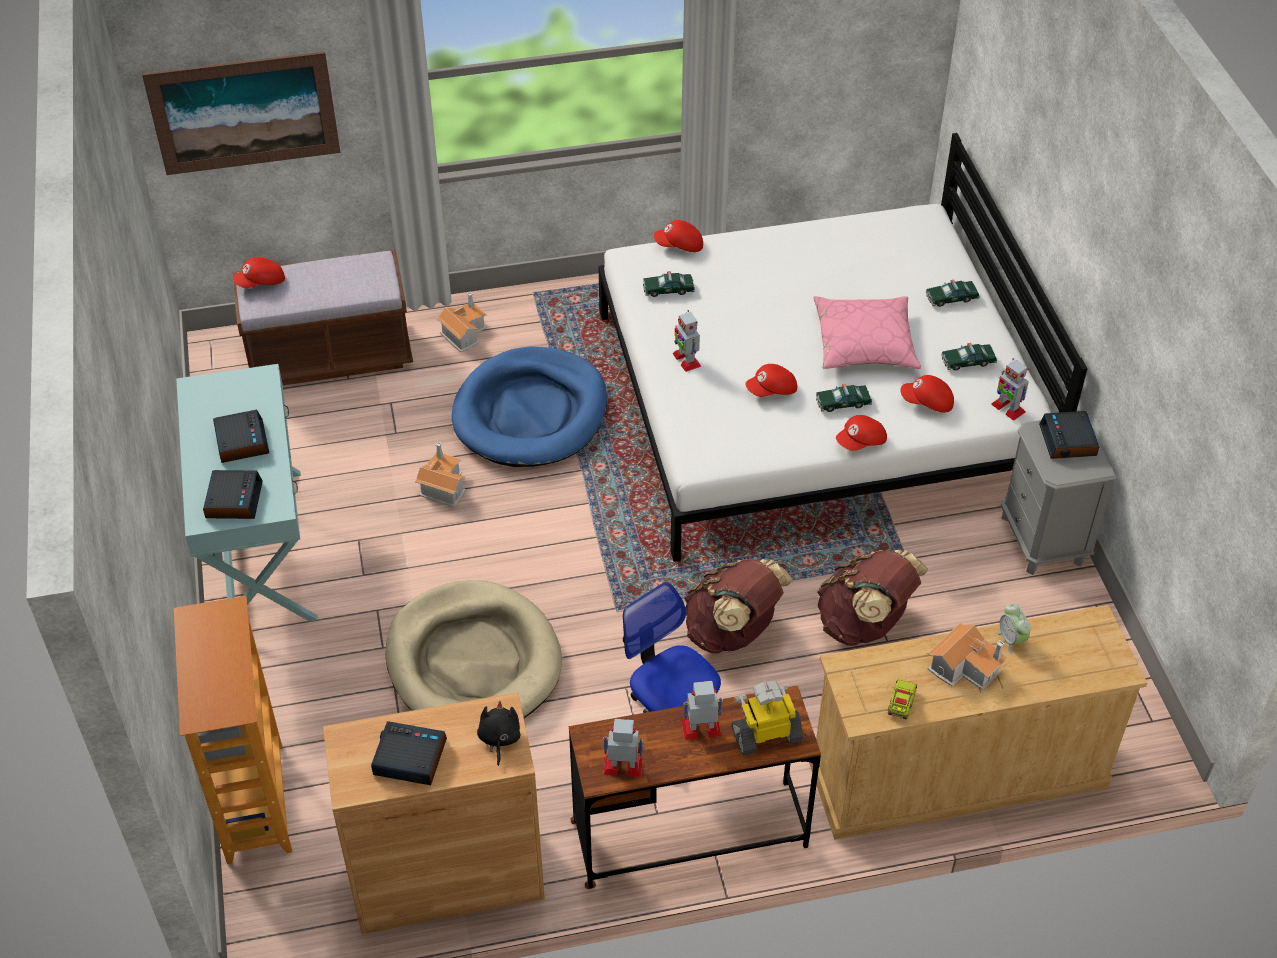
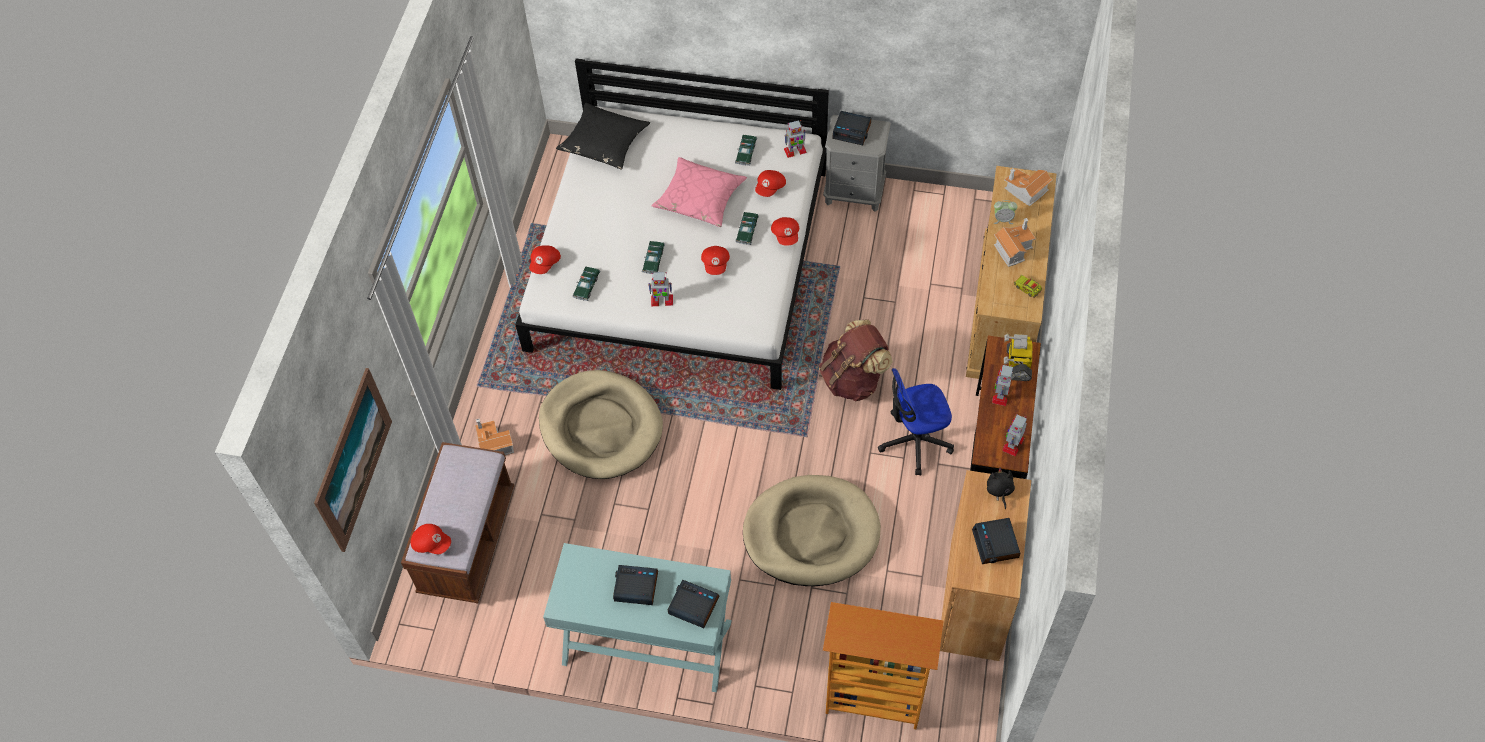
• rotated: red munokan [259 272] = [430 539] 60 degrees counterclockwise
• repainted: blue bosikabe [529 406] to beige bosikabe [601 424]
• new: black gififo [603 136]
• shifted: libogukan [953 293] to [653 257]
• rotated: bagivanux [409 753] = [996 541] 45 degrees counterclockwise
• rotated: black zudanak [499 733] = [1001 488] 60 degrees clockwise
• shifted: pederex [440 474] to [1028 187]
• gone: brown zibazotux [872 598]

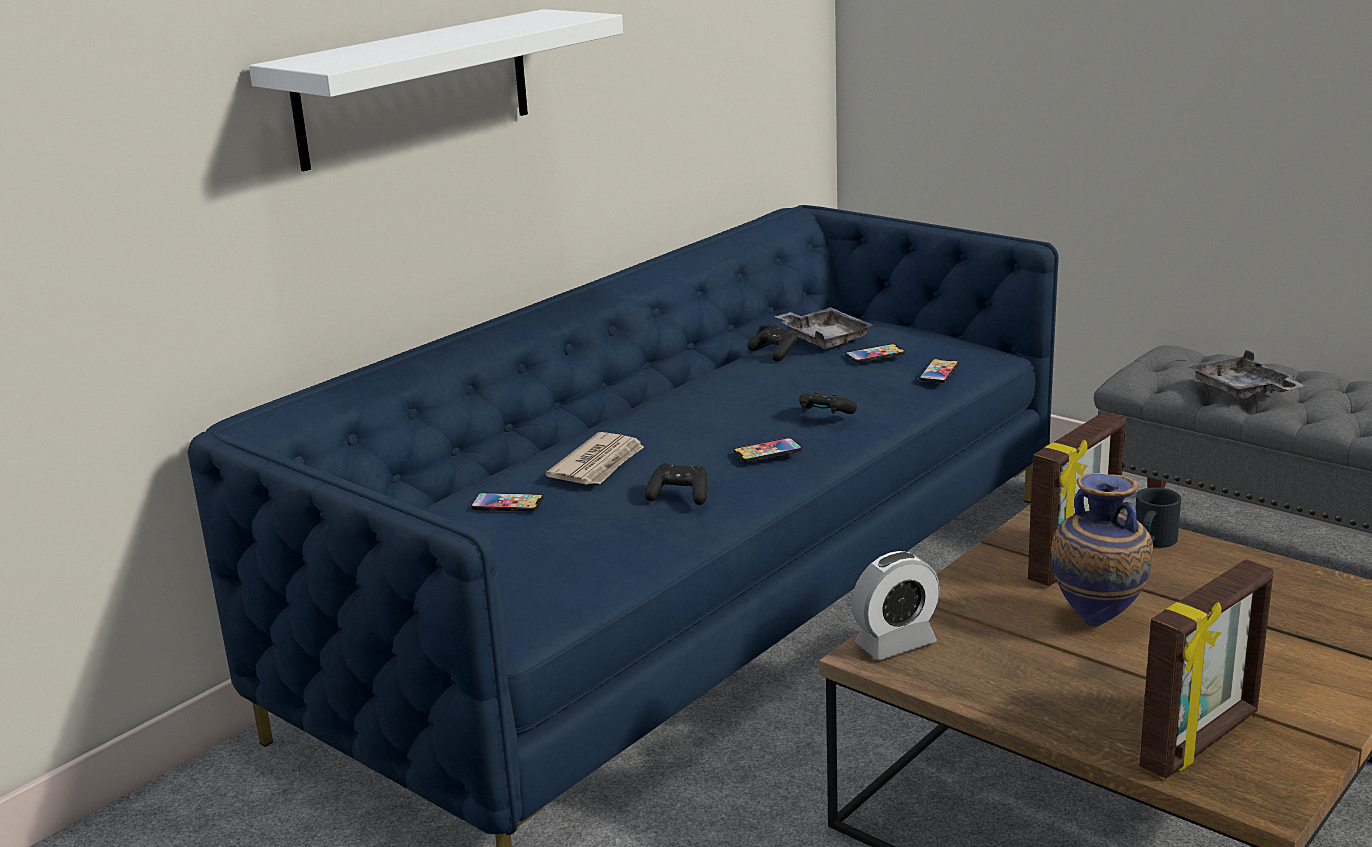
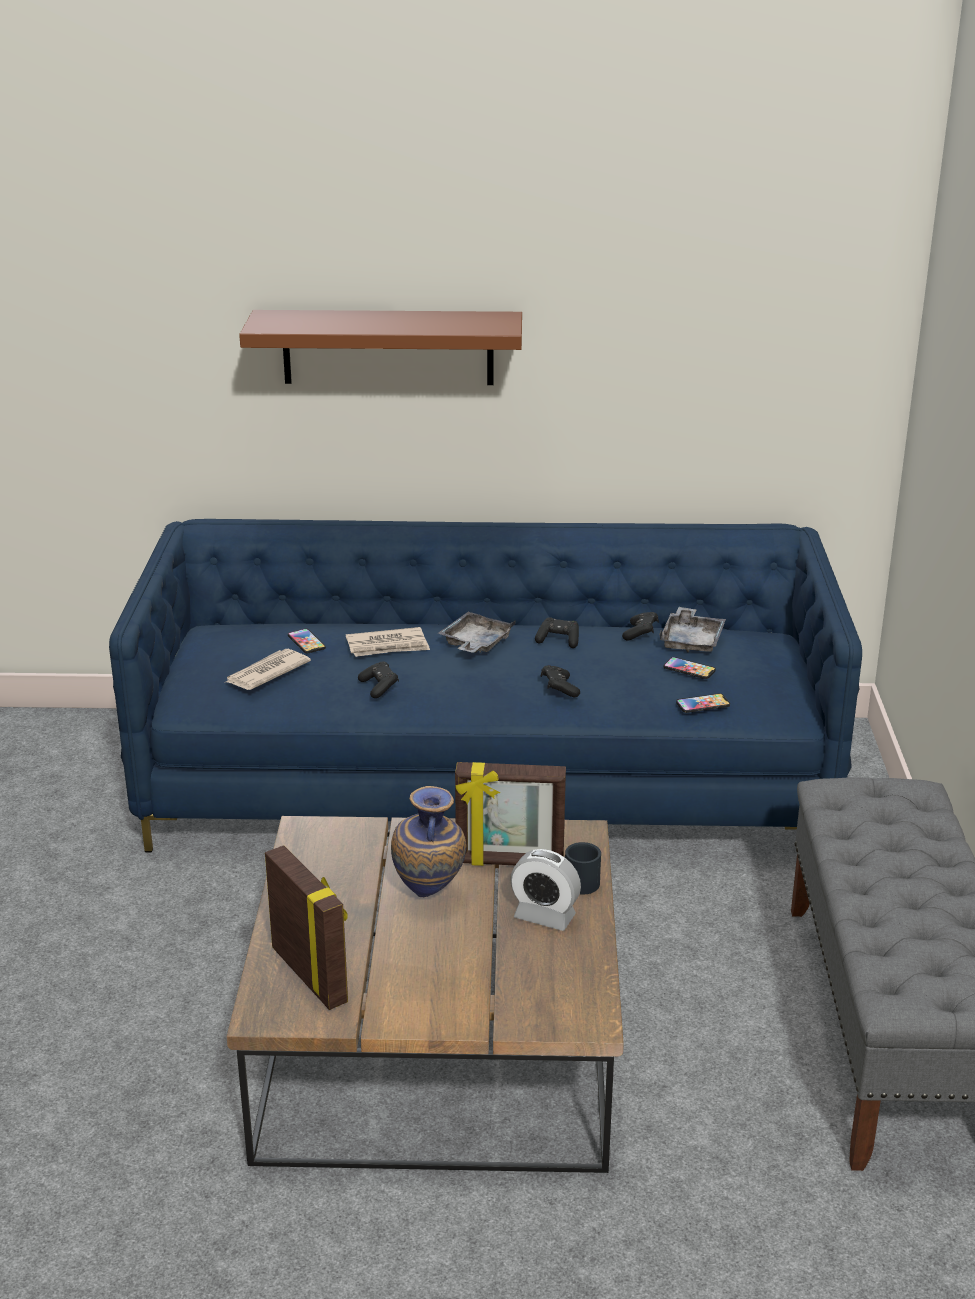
• new: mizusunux [267 669]
• repainted: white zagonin [436 90] to brown zagonin [380 347]
• rotated: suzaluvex [1206 669] = [306 927] 135 degrees counterclockwise
• shifted: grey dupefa [1247 374] to [477 632]
• shifted: bagivanux [896 605] to [545 890]
• new: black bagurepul [557 632]
• gone: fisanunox [768 450]

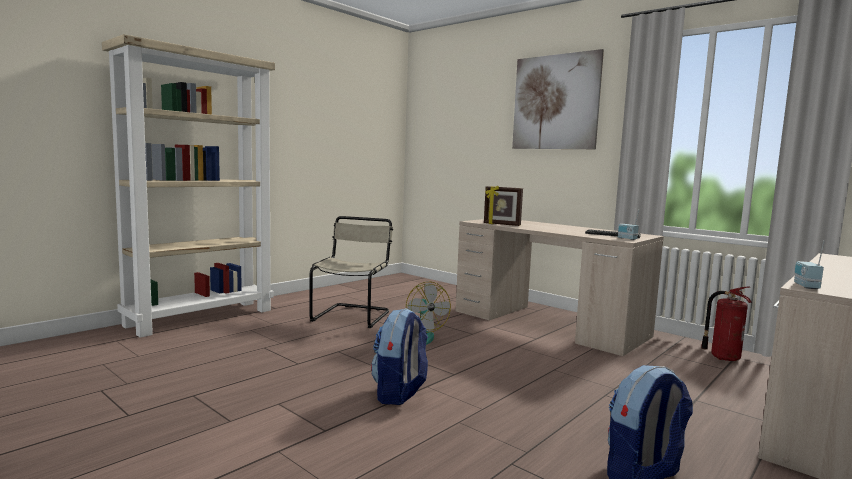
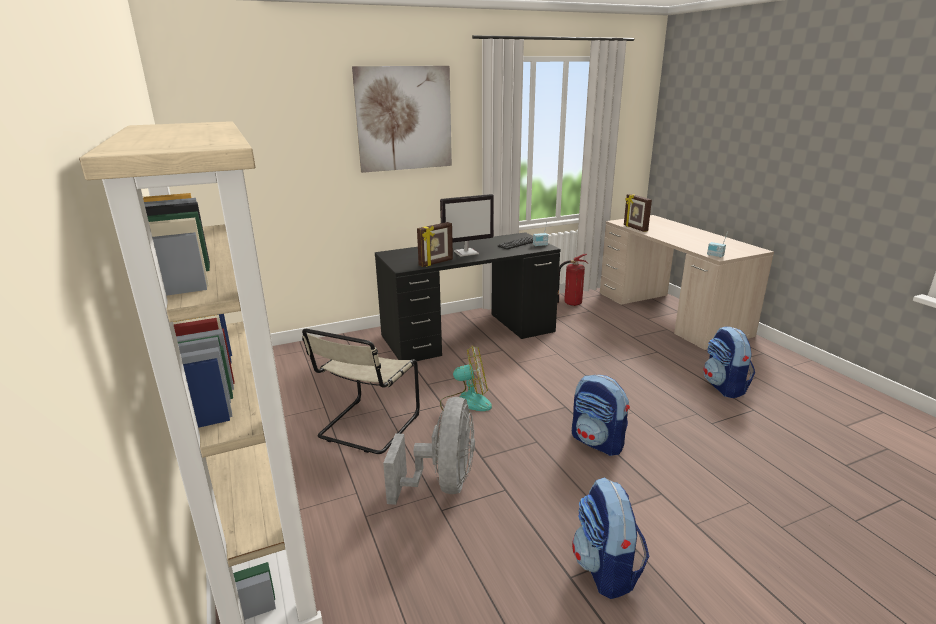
• rotated: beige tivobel [351 272] = [361 391] 105 degrees counterclockwise
• repainted: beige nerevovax [560 287] to black nerevovax [467 296]
• new: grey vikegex [429 451]
• new: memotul [467 225]
• new: zibazotux [610 538]
• new: suzaluvex [638 213]

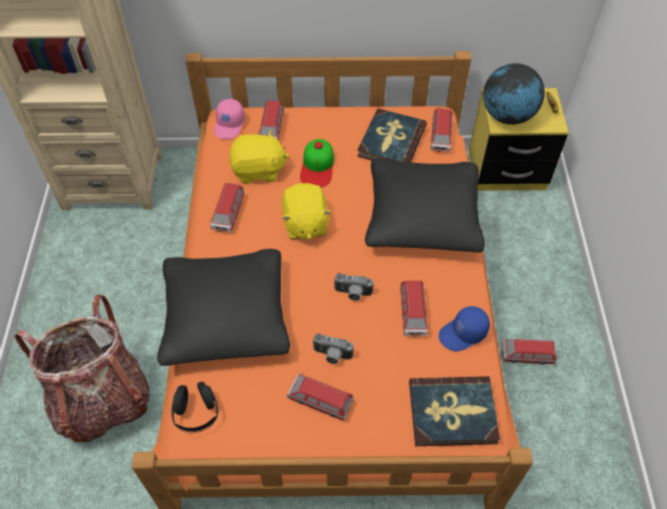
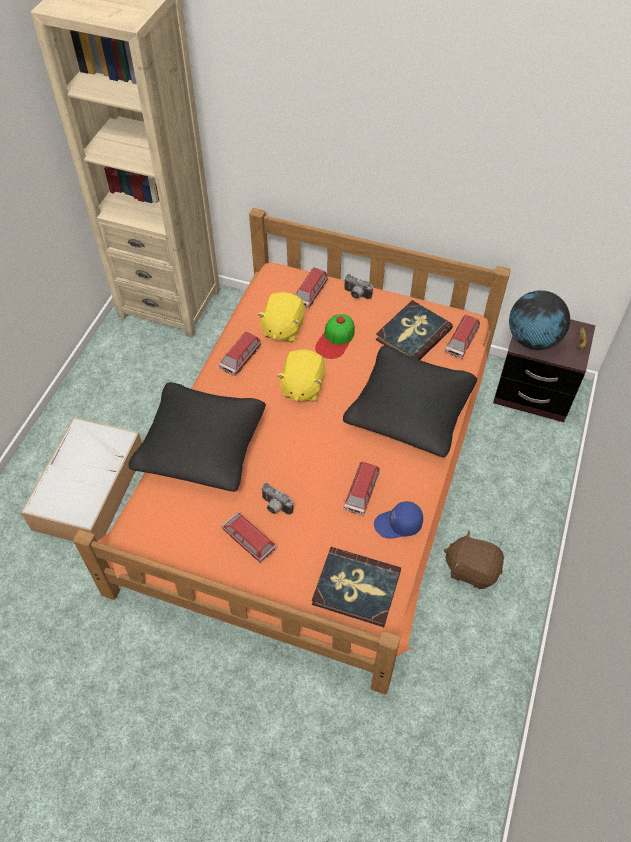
• swapped: zibazotux [82 368] to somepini [81 479]
• rotated: yellow zudanak [259 157] = [281 317] 90 degrees clockwise
• shifted: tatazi [354 287] to [358 286]
• swapped: libogukan [528 351] to brown zudanak [474 559]
• repainted: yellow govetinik [519 139] to brown govetinik [544 370]
• gone: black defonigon [194 407]
• gone: pink munokan [229 119]

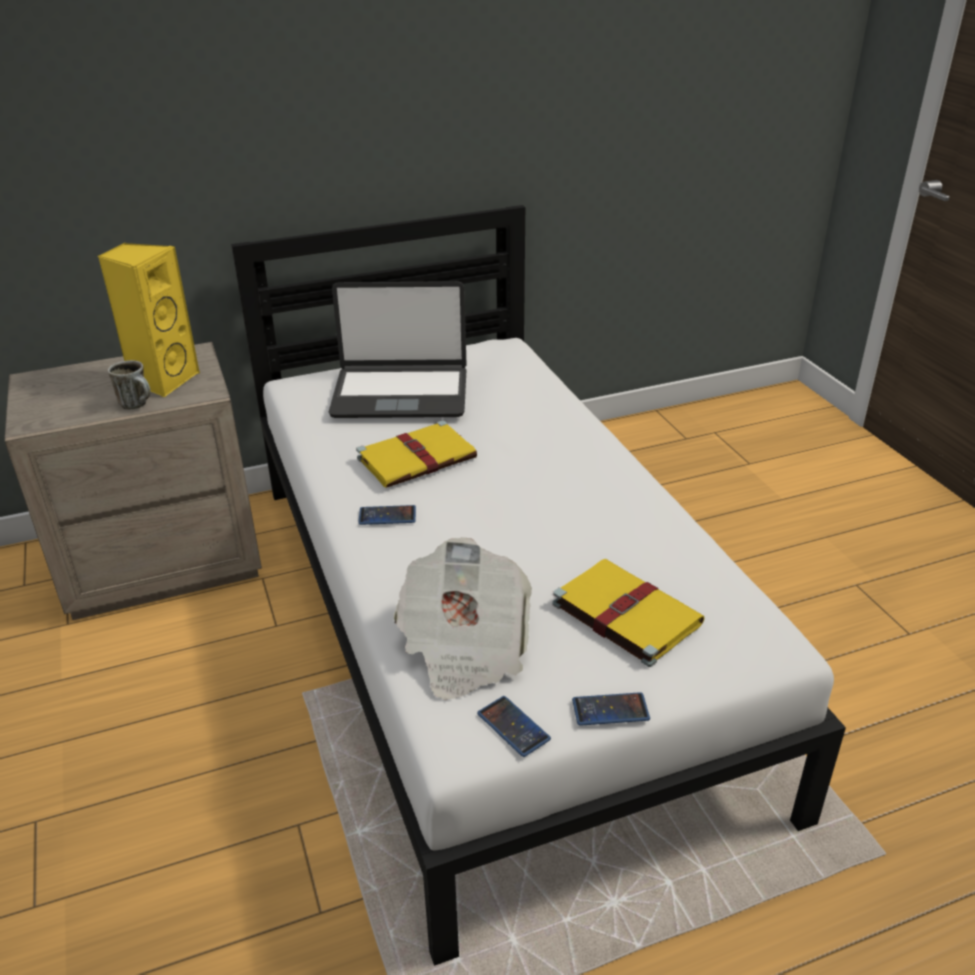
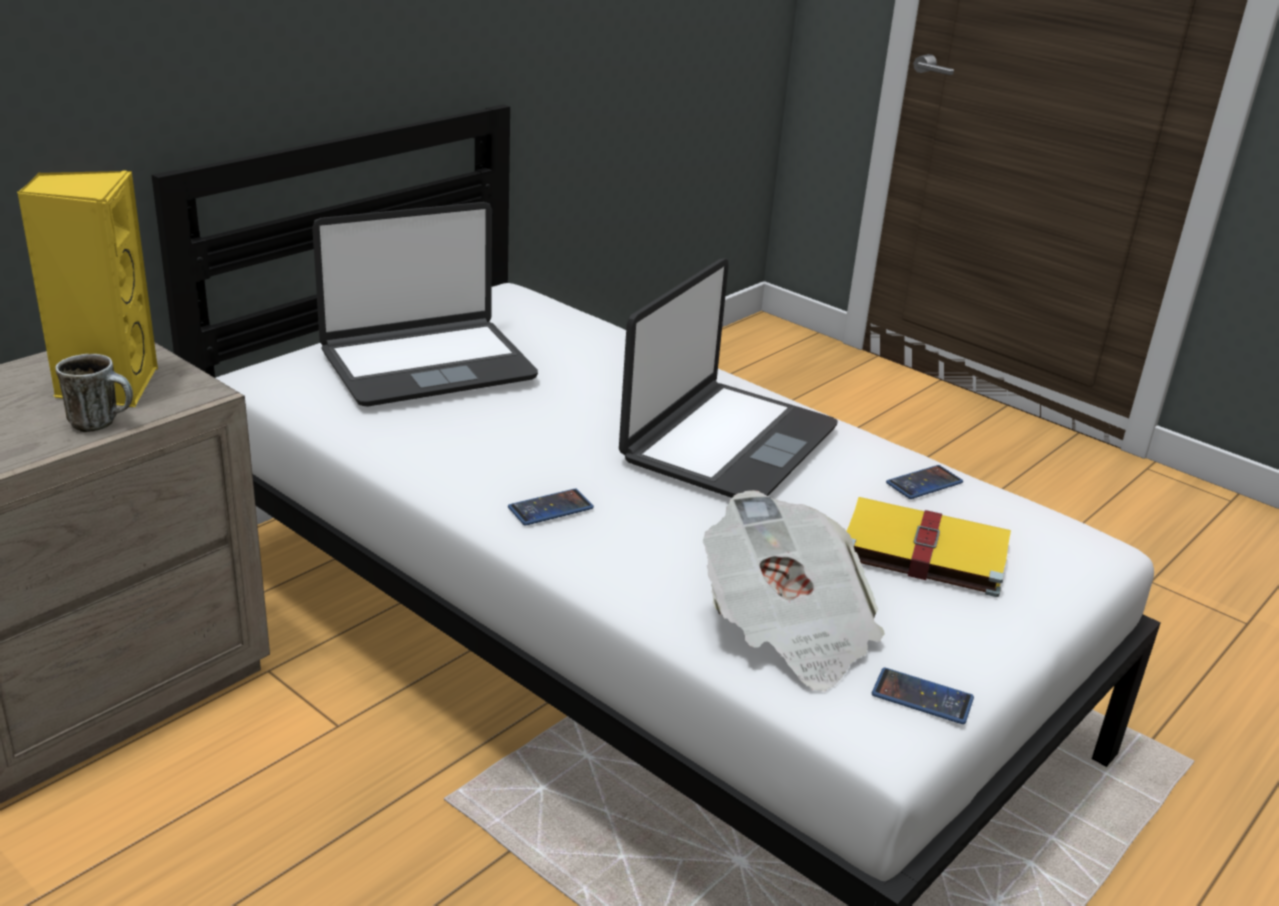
• new: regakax [728 378]
• shifted: fisanunox [611 709] to [924 482]
• gone: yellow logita [416 454]

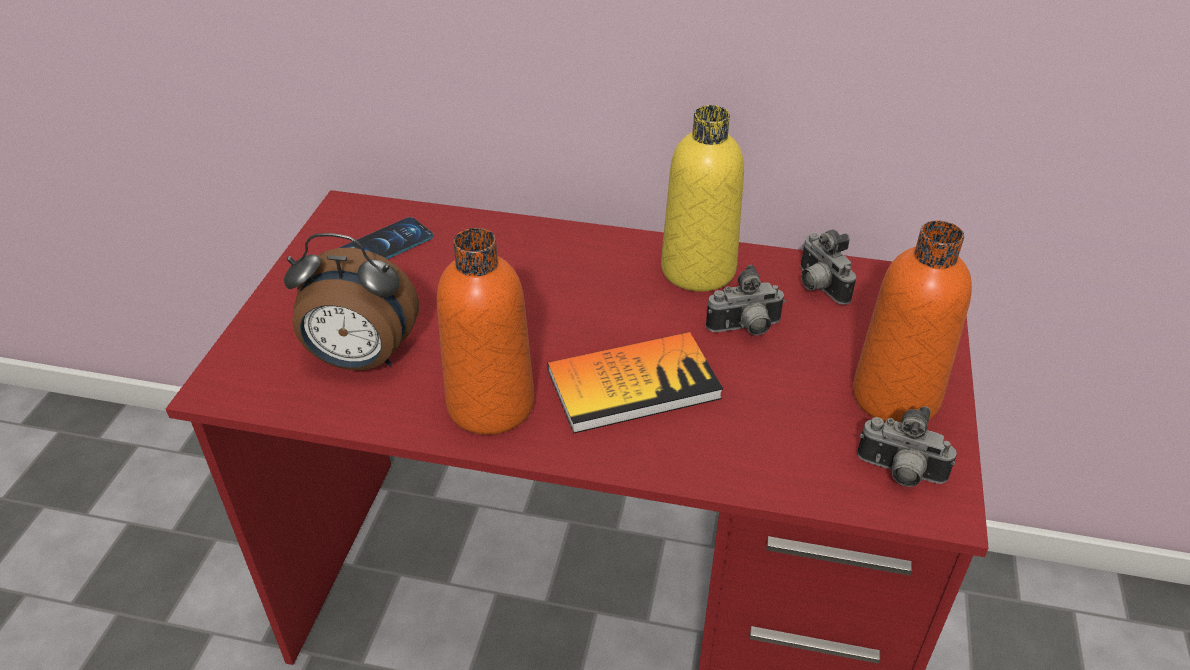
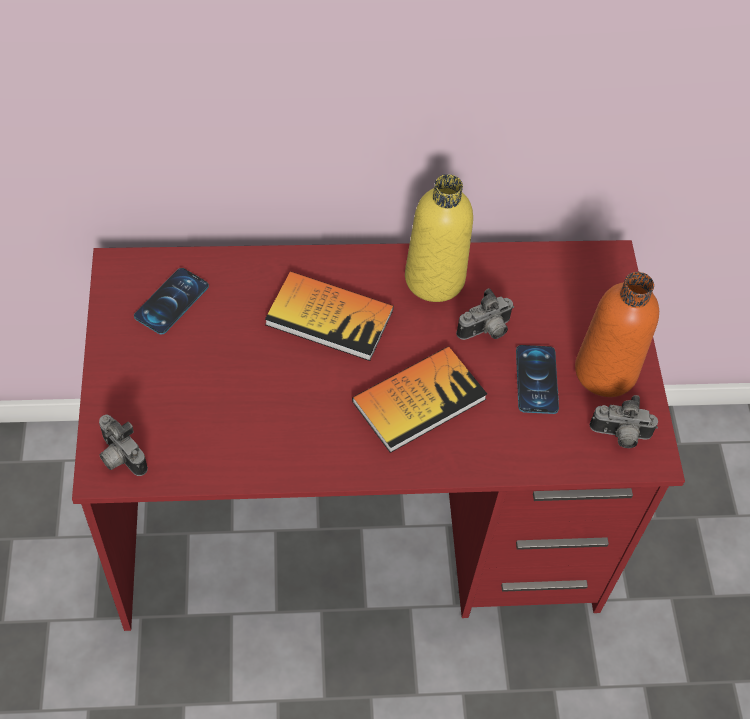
• shifted: tatazi [828 267] to [123 445]
• new: logita [329 316]
• new: fisanunox [537 379]
• gone: bagivanux [351 301]
• gone: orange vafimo [485 331]

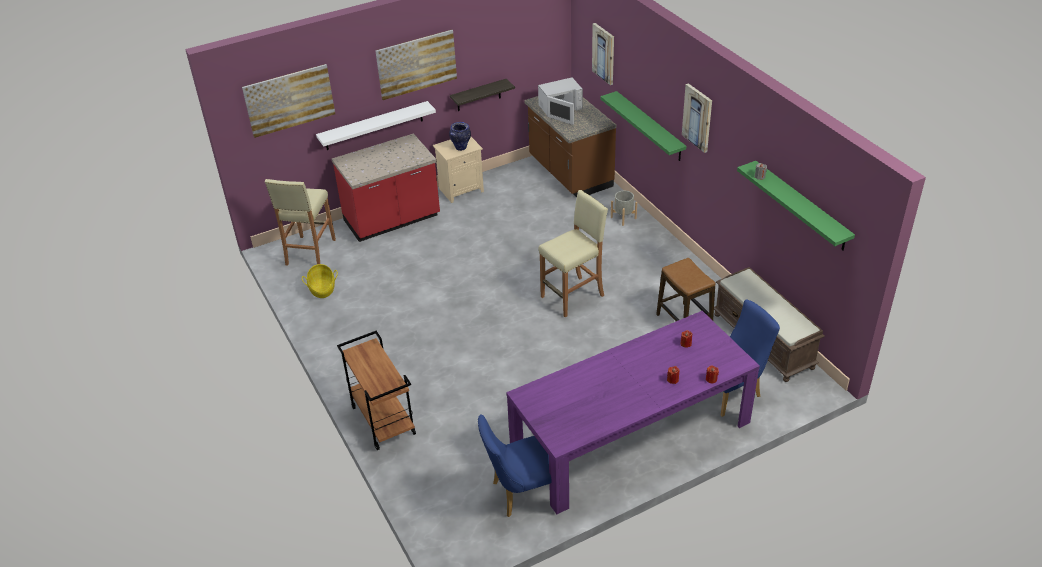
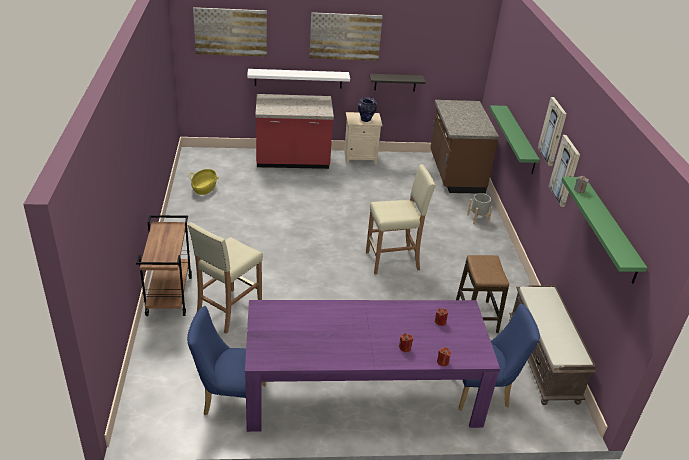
• shifted: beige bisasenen [300 222] to [225 278]
• shifted: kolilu [603 54] to [564 171]
• gone: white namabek [560 101]

